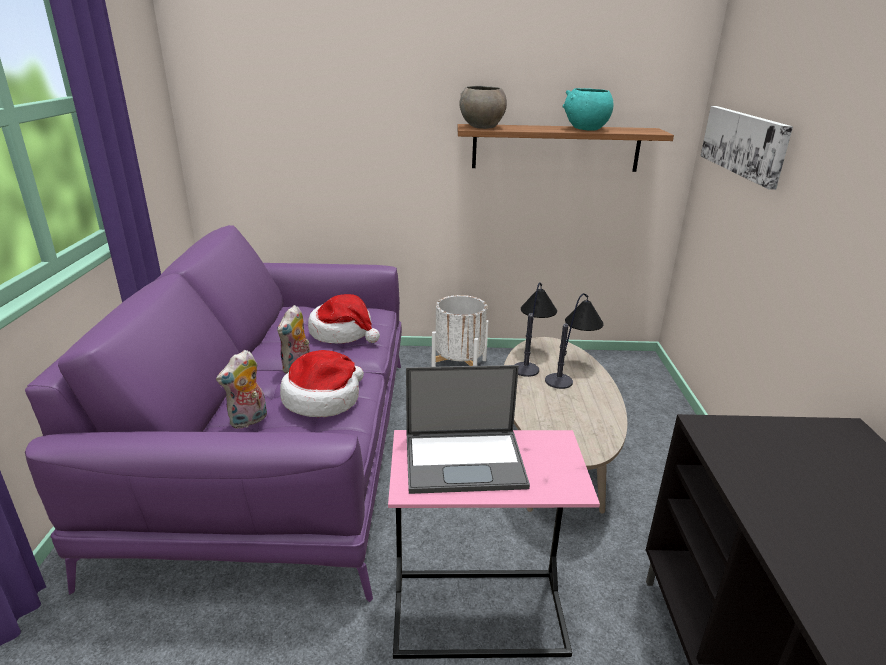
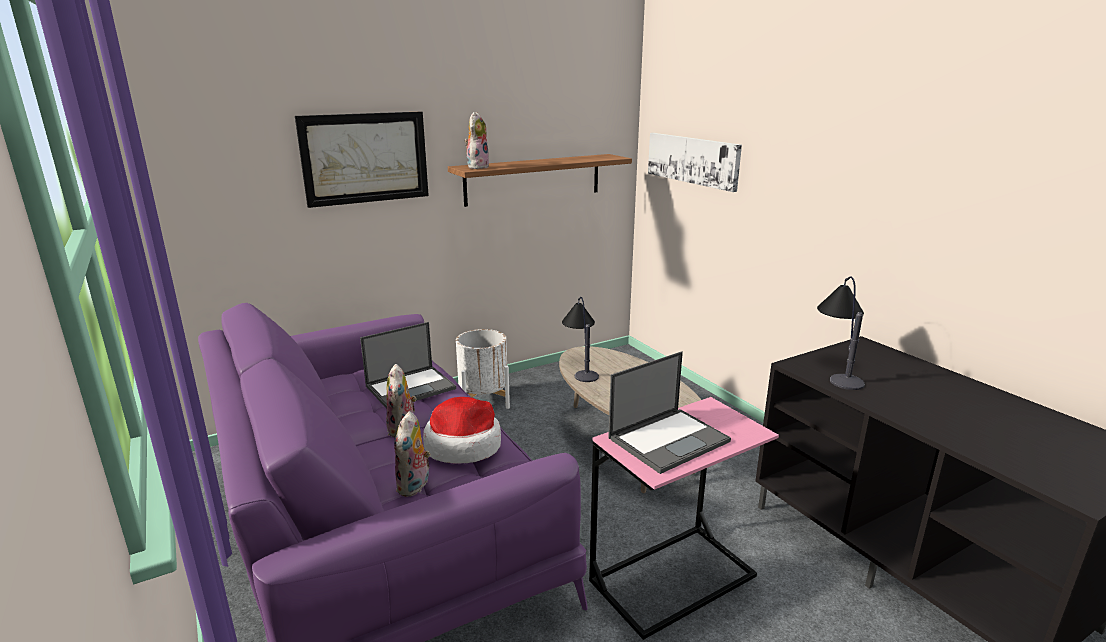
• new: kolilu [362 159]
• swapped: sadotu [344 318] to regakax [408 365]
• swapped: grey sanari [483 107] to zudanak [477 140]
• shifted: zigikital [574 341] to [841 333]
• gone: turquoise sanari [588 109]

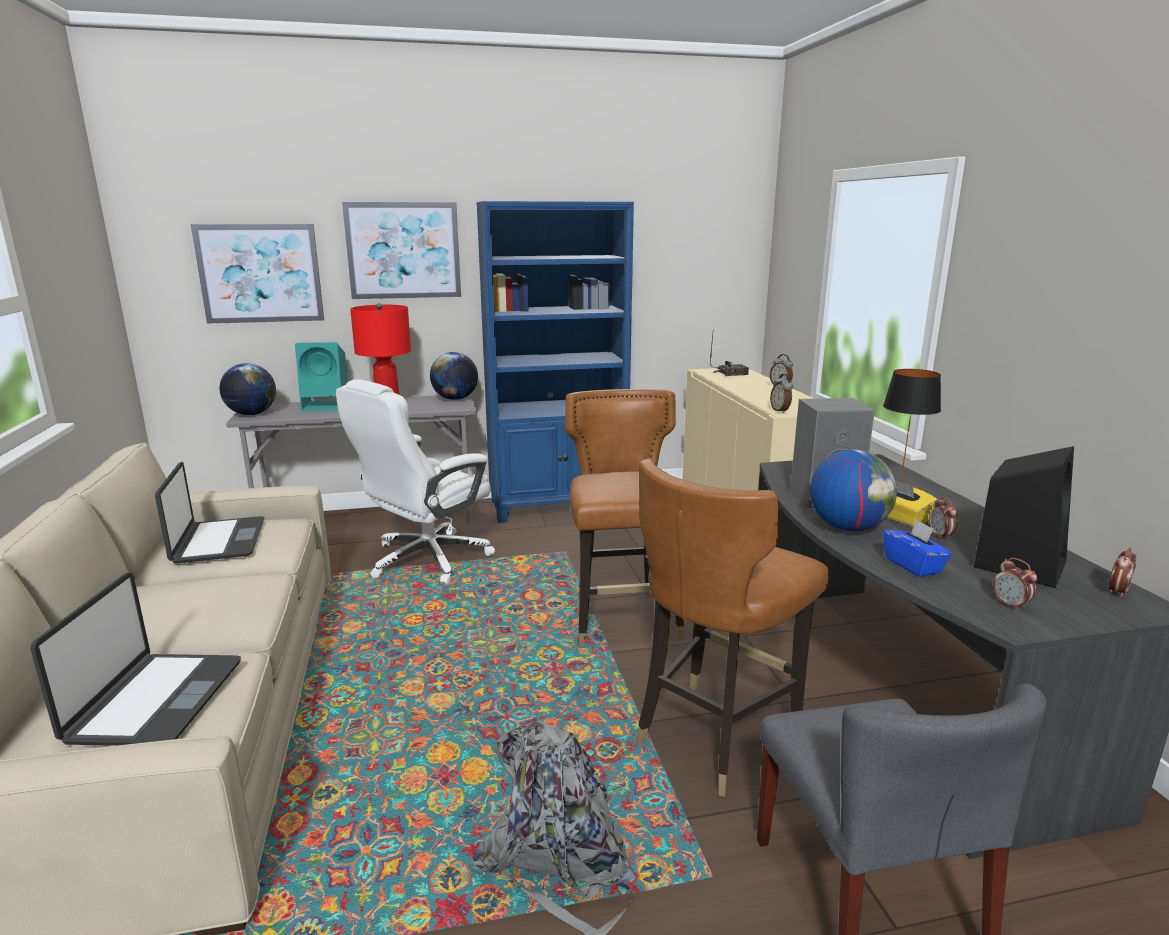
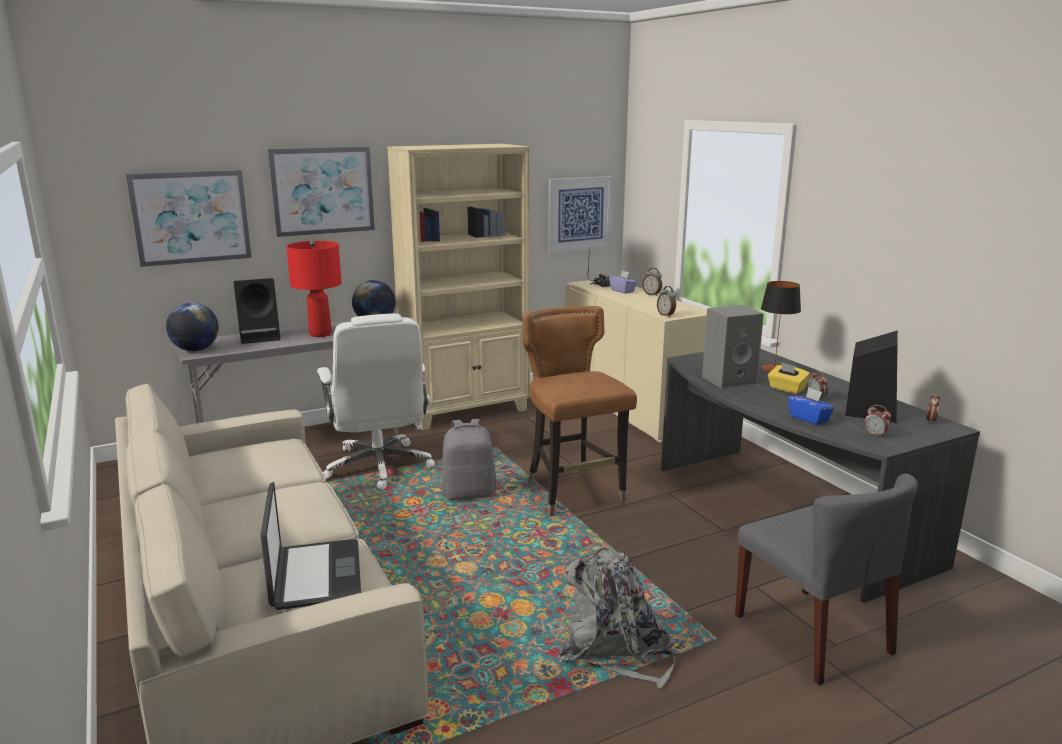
• repainted: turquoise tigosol [321 377] to black tigosol [257 311]
• rotated: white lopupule [415 481] = [376 401] 45 degrees counterclockwise
• repainted: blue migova [555 362] to beige migova [458 287]
• new: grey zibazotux [469 459]
• new: kolilu [580 214]
• new: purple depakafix [623 282]
• gone: regakax [209 513]
• gone: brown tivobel [732 628]
• gone: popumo [853 491]

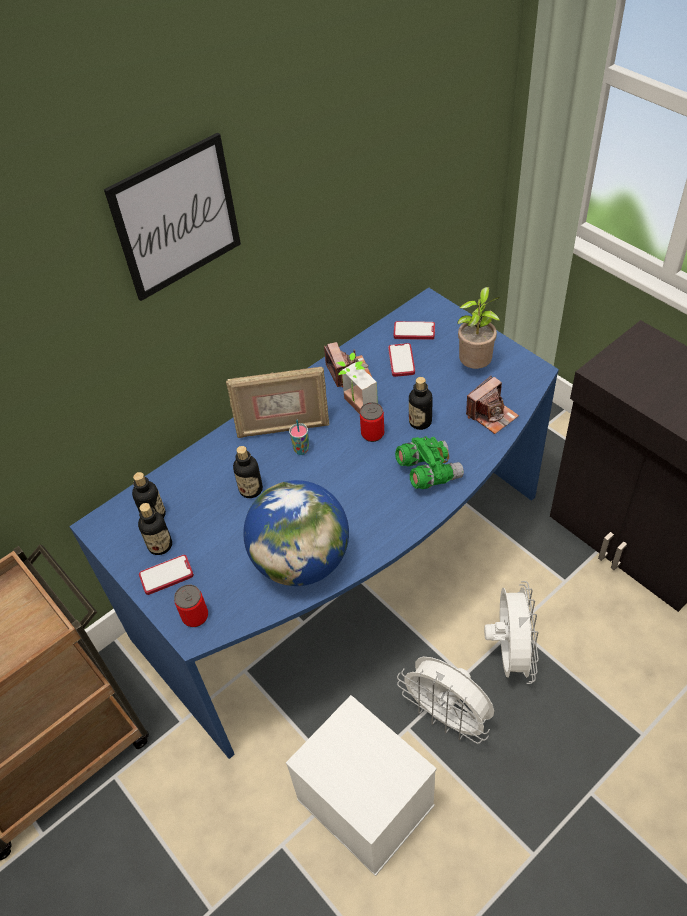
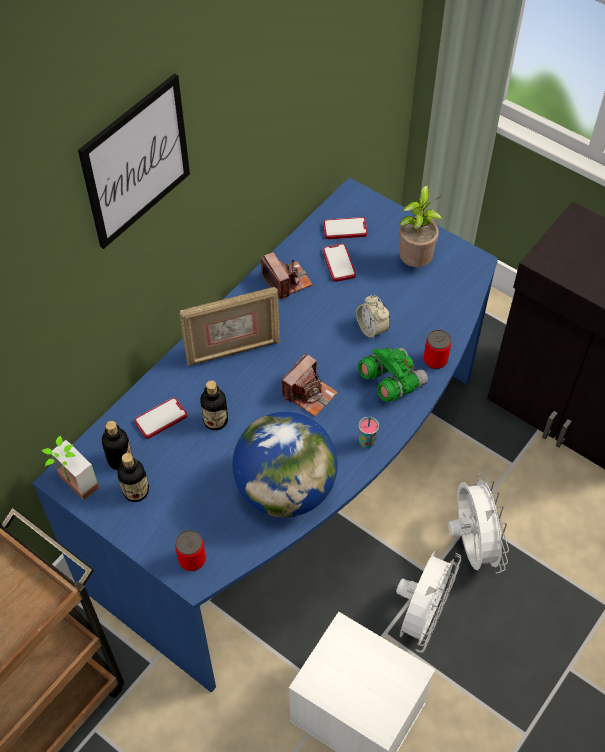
• shifted: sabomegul [357 383] to [70 468]
• shifted: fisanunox [166 575] to [160 418]
• shifted: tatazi [492 405] to [310 384]
• swapped: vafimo [421 403] to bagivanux [373 317]
• shifted: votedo [299 437] to [369 432]
• rotated: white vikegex [445 700] = [428 602] 90 degrees counterclockwise
• shifted: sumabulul [372 422] to [437 349]

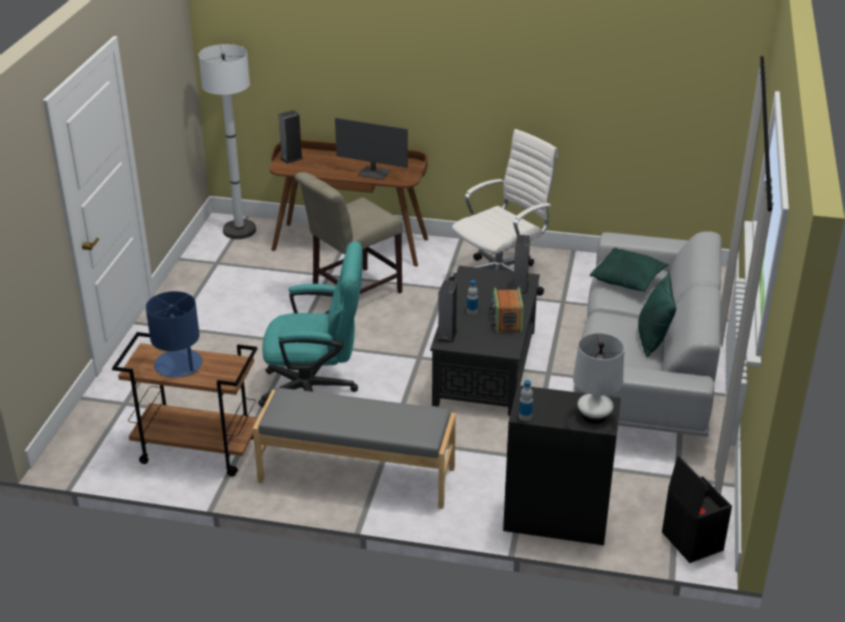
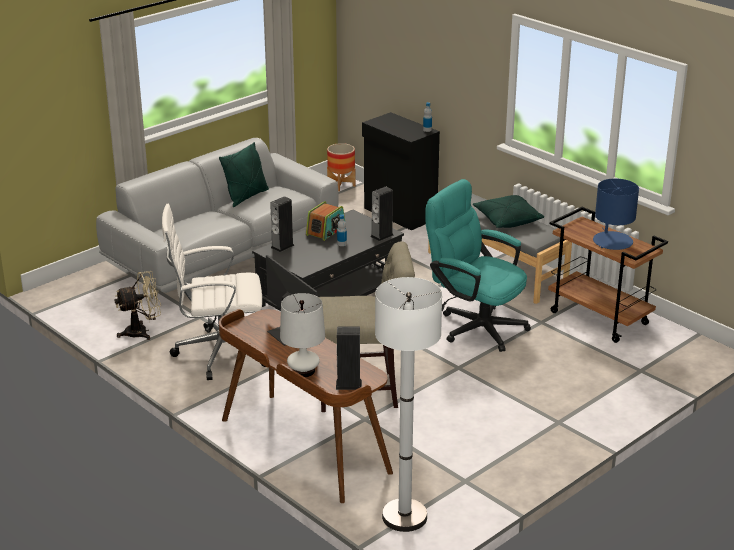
• new: beige vikegex [137 305]
• shifted: white zigikital [598 378] to [302 335]
• swapped: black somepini [697 509] to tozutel [341 167]
• shifted: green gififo [629 270] to [508 211]

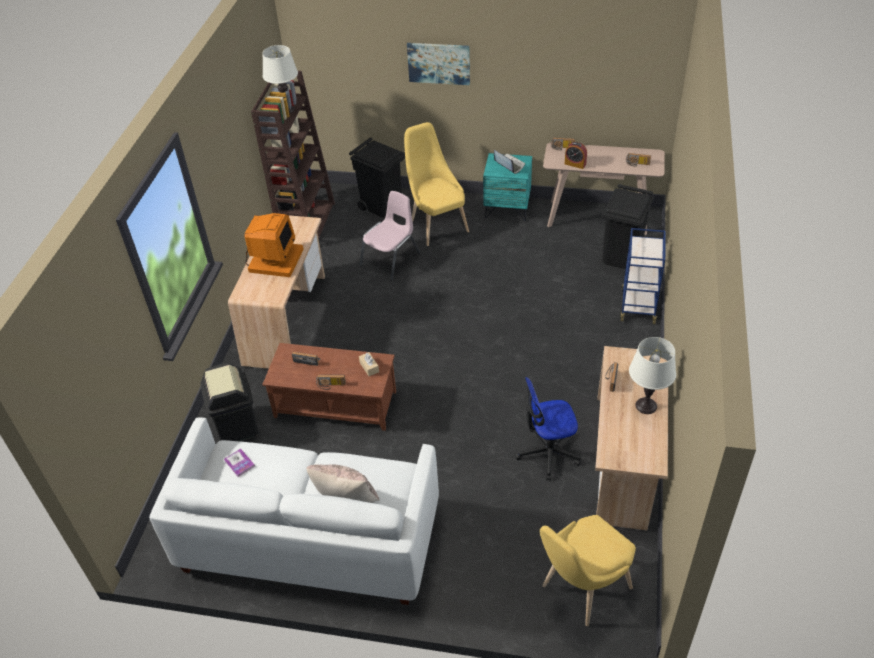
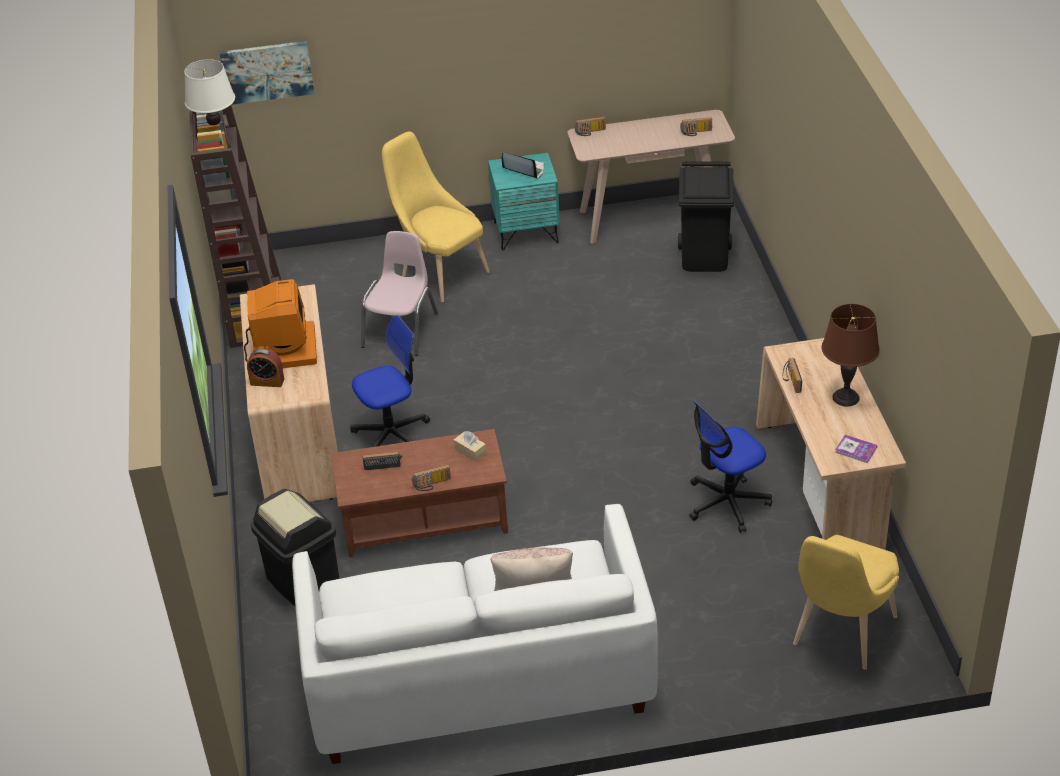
• shifted: kolilu [438 64] to [267 73]
• shifted: bagivanux [576 155] to [265 367]
• new: lopupule [390 381]
• repainted: white zigikital [652 375] to brown zigikital [850 355]
• shifted: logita [239 463] to [856 449]
• gone: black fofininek [377 177]
• gone: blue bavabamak [643 276]

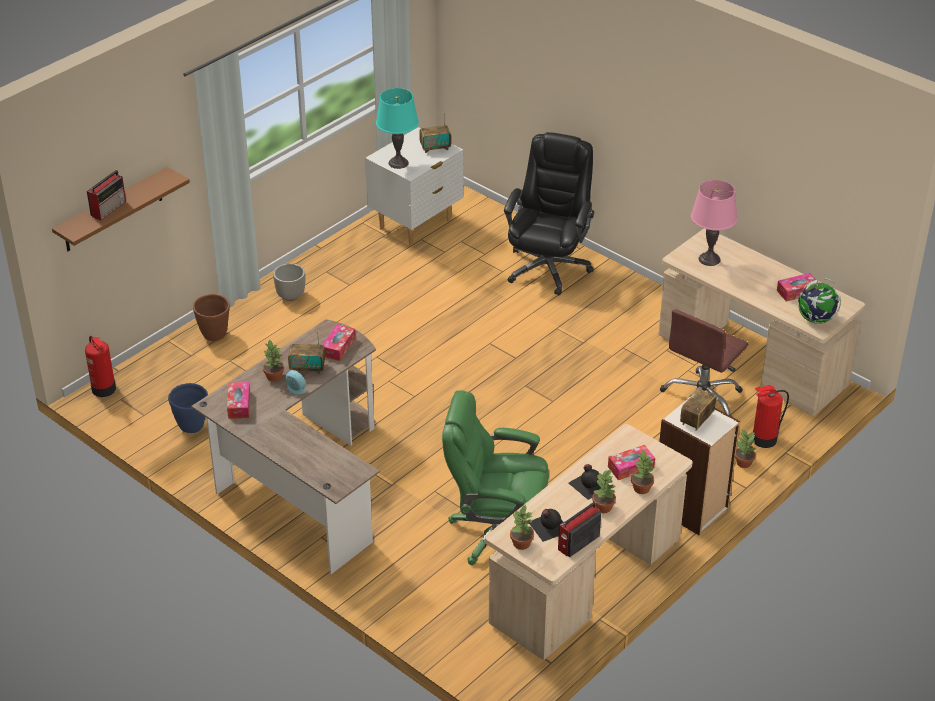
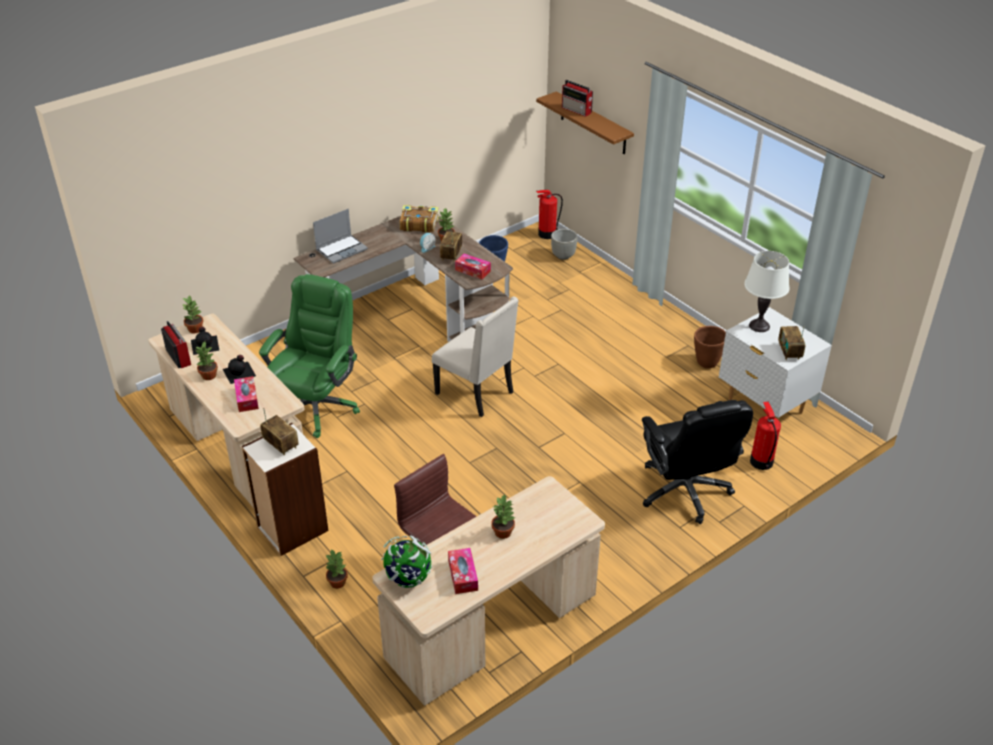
• new: regakax [340 236]
• swapped: depakafix [238 400] to logita [419 219]
• new: beige tivobel [475 356]
• shifted: sabomegul [643 472] to [503 516]
• shifted: grey tozutel [289 282] to [564 244]
• rotated: black lopupule [549 214] = [697 462] 45 degrees clockwise
• shifted: brown tozutel [211 317] to [710 347]
• repainted: turquoise zigikital [397 128] to white zigikital [767 291]
• shifted: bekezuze [771 416] to [765 435]
• gone: pink zigikital [714 223]

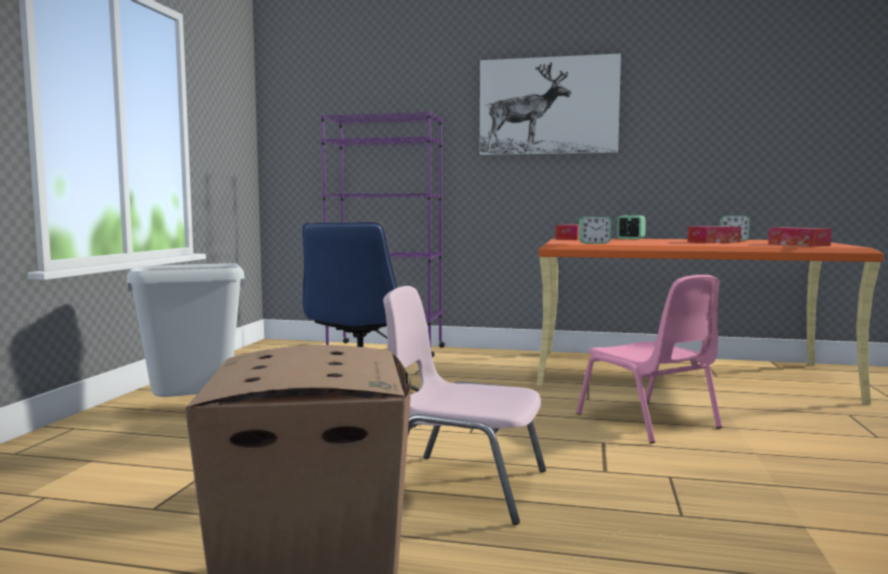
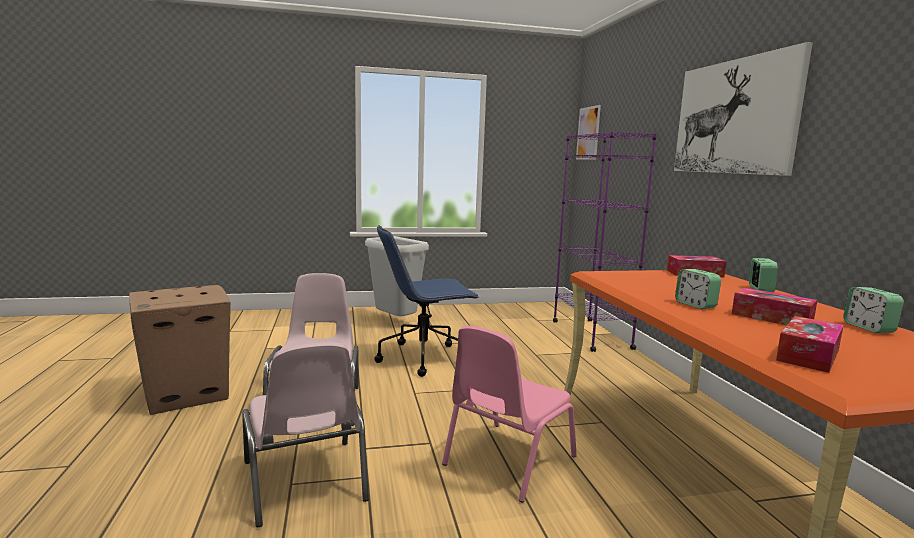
• new: pink tivobel [305 434]
• new: kolilu [588 132]
• shifted: bagivanux [595 230] to [698 289]

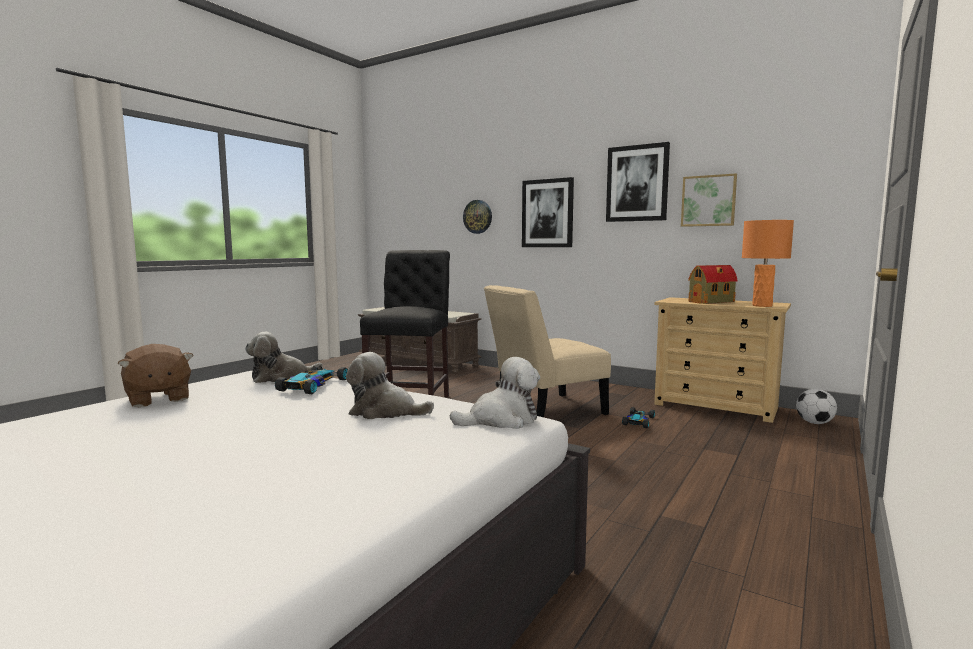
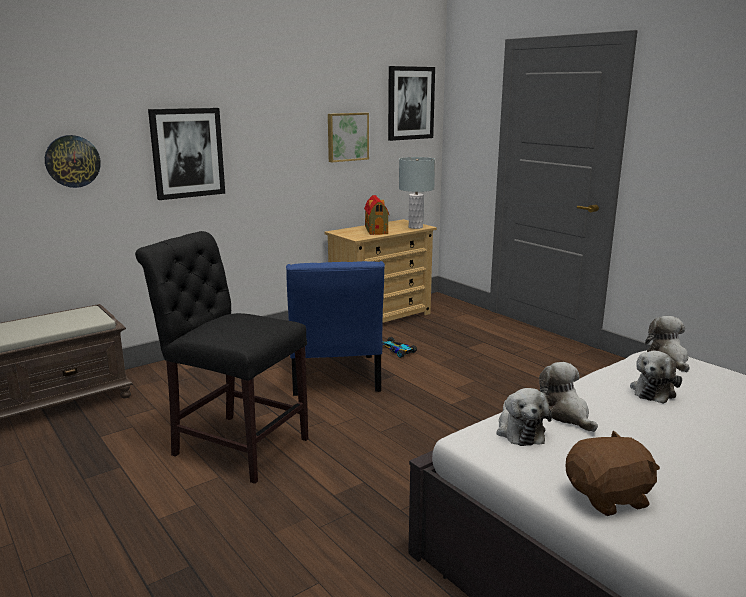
• repainted: beige tivobel [547 351] to blue tivobel [335 328]
• shifted: kolilu [638 182] to [411 103]
• repainted: orange zigikital [768 263] to grey zigikital [417 193]
• swapped: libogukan [311 379] to zudanak [568 397]
• gone: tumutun [816 406]

